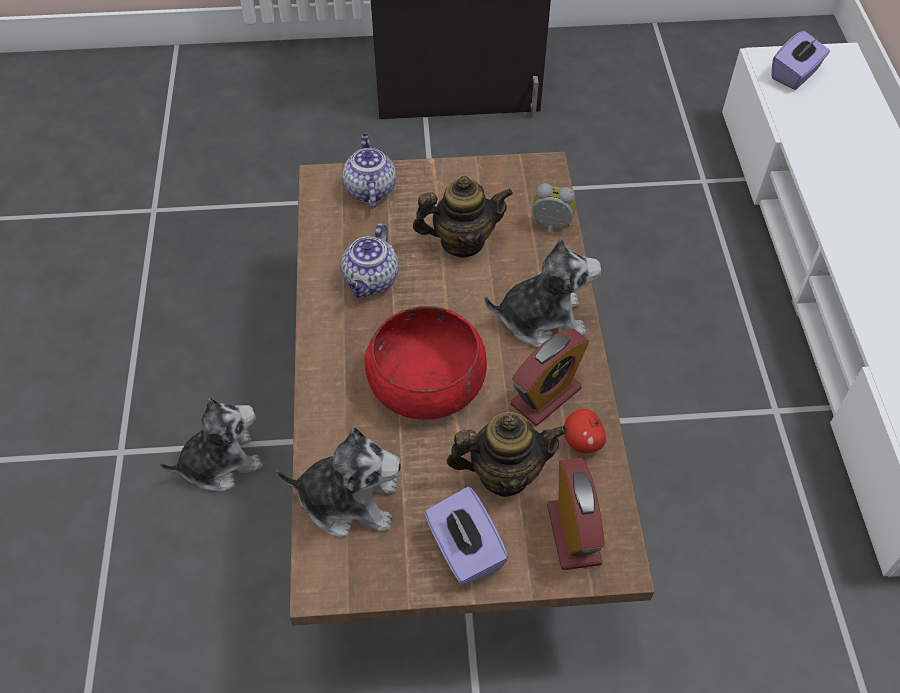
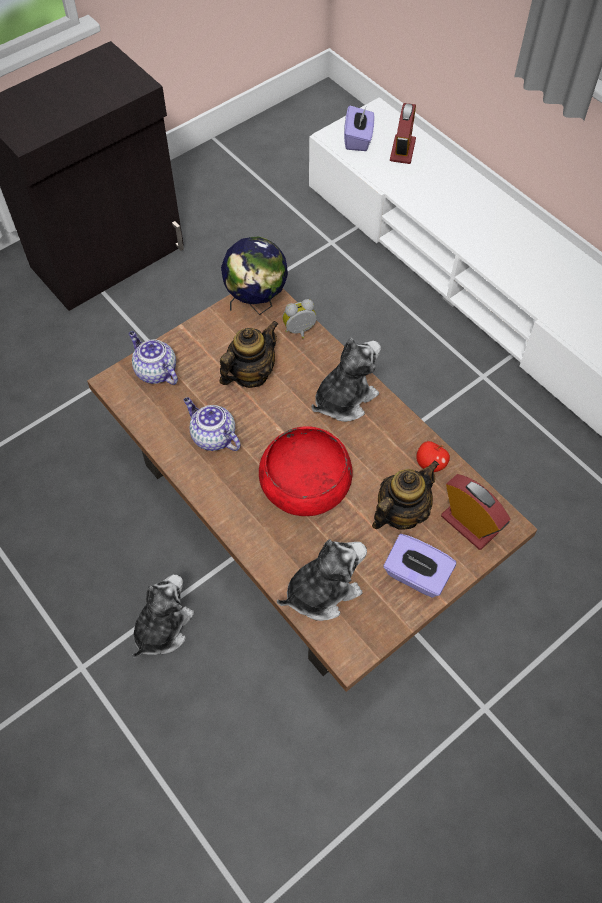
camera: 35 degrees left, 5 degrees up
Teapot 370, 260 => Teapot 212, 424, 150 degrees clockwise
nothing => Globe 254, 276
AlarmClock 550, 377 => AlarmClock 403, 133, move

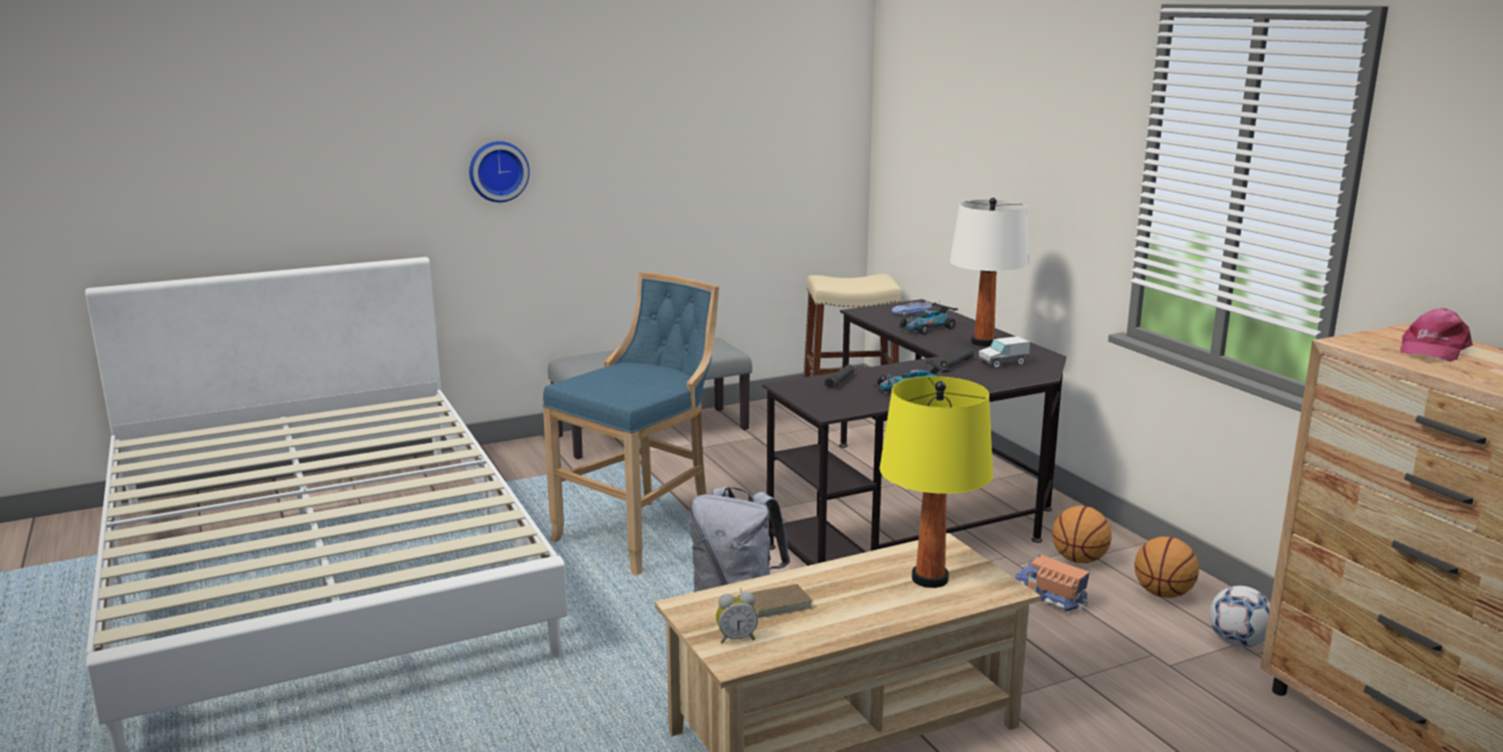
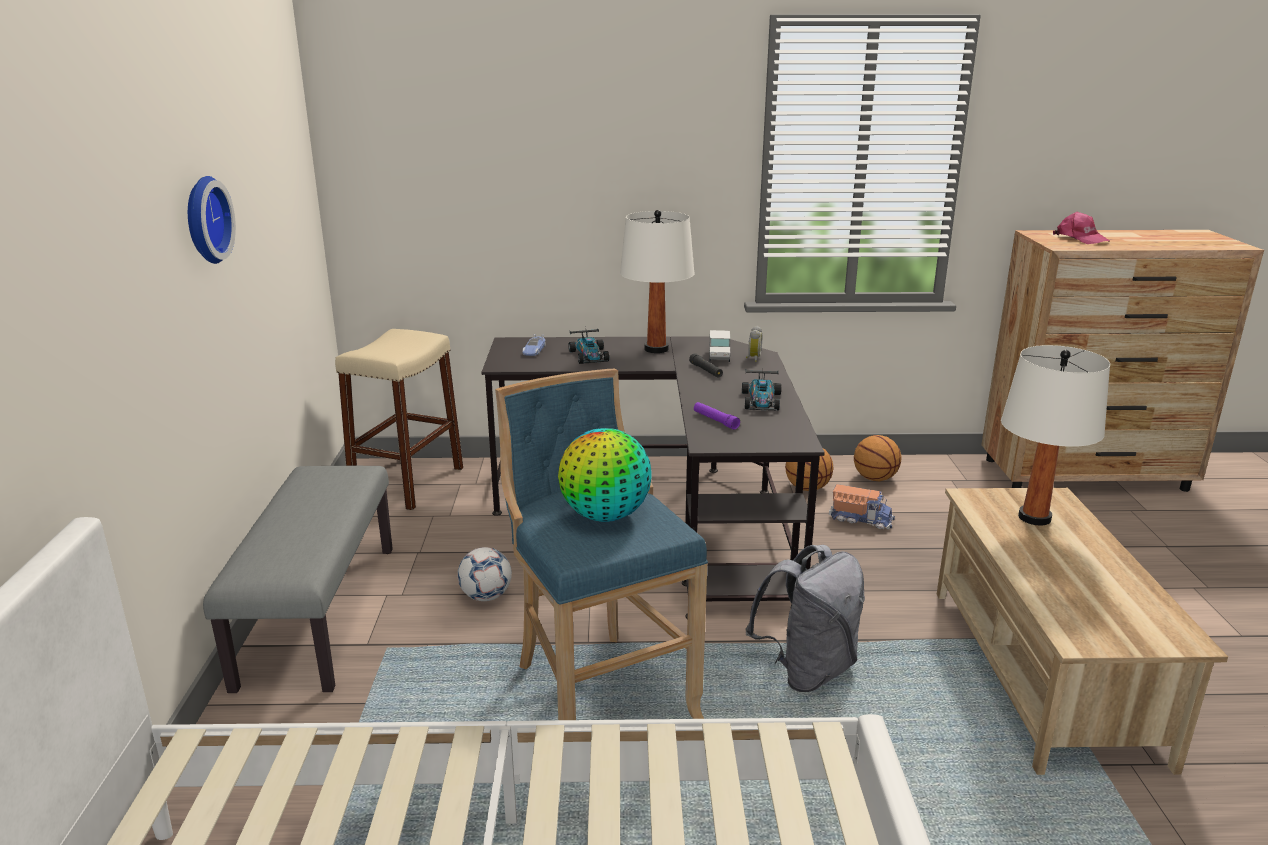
camera: 65 degrees left, 5 degrees up
WallClock 499, 171 => WallClock 212, 220, move
Football 1239, 616 => Football 484, 574, move
nothing => Globe 605, 475
BlackFlashlight 839, 377 => PurpleFlashlight 717, 416
AlarmClock 737, 618 => AlarmClock 754, 344, move
ToyTruck 1052, 583 => ToyTruck 862, 507, 135 degrees counterclockwise
YellowTableLamp 936, 482 => WhiteTableLamp 1055, 435
BrownBook 776, 601 => nothing

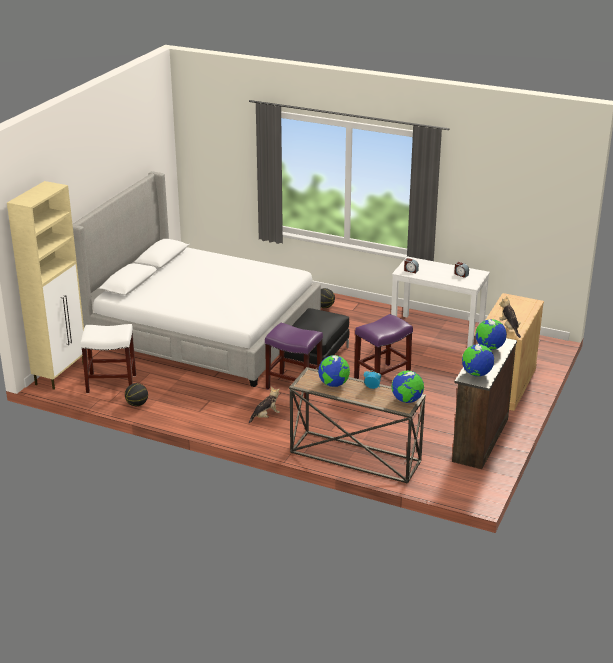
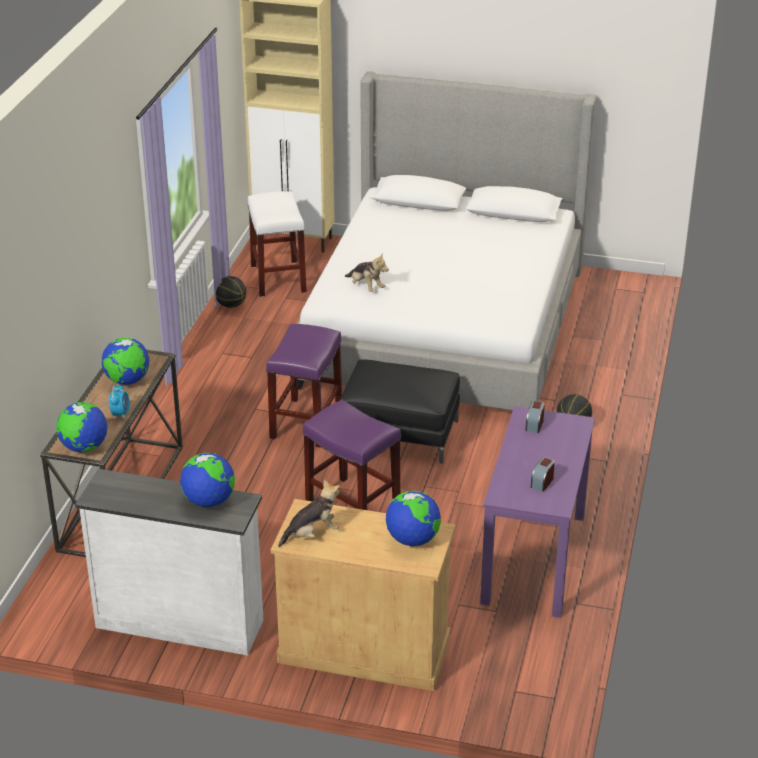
camera: 80 degrees right, 5 degrees up
BrownDresser 484, 403 => WhiteDresser 169, 562
PlushToy 264, 405 => PlushToy 366, 272, move
Globe 478, 360 => Globe 413, 518, move
WhiteDesk 440, 302 => PurpleDesk 537, 512

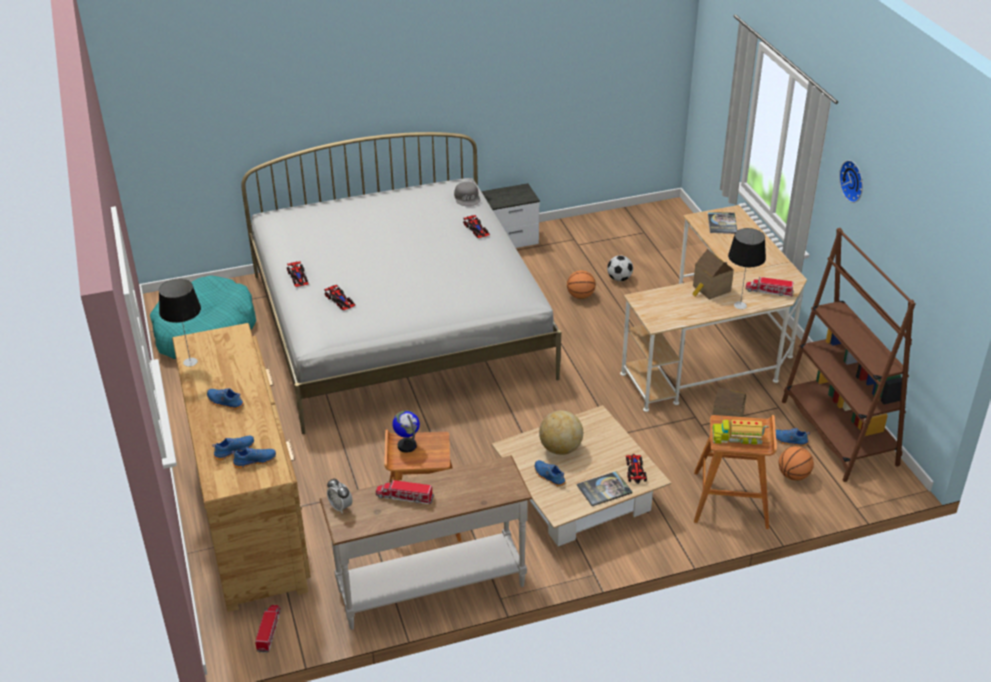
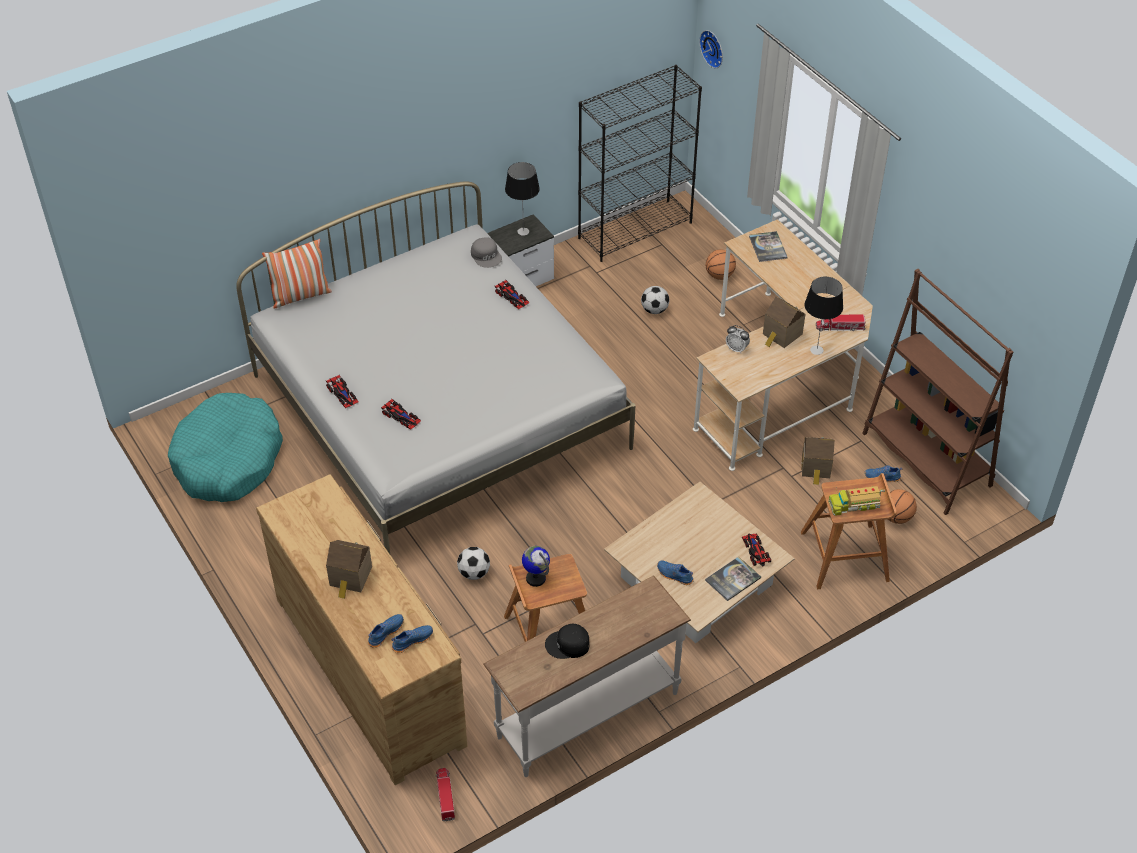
camera: 15 degrees left, 10 degrees up
nothing => Pillow 297, 274
BlueShoe 225, 399 => ToyHouse 349, 569
nothing => Football 473, 563
TableLamp 180, 323 => TableLamp 522, 199, move
ToyTruck 405, 492 => BlackCap 567, 641
nothing => BlackBookcase 640, 163
WallClock 851, 181 => WallClock 711, 49, move
Basketball 581, 284 => Basketball 721, 264, move
AlarmClock 340, 495 => AlarmClock 738, 339, move
Globe 561, 432 => nothing

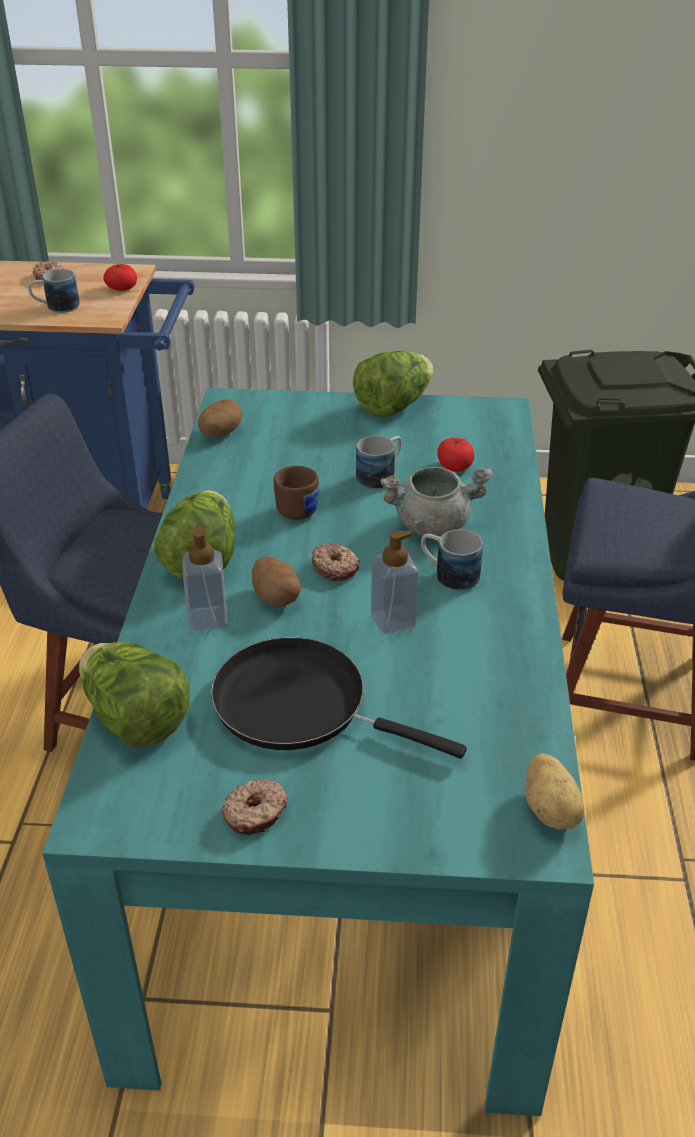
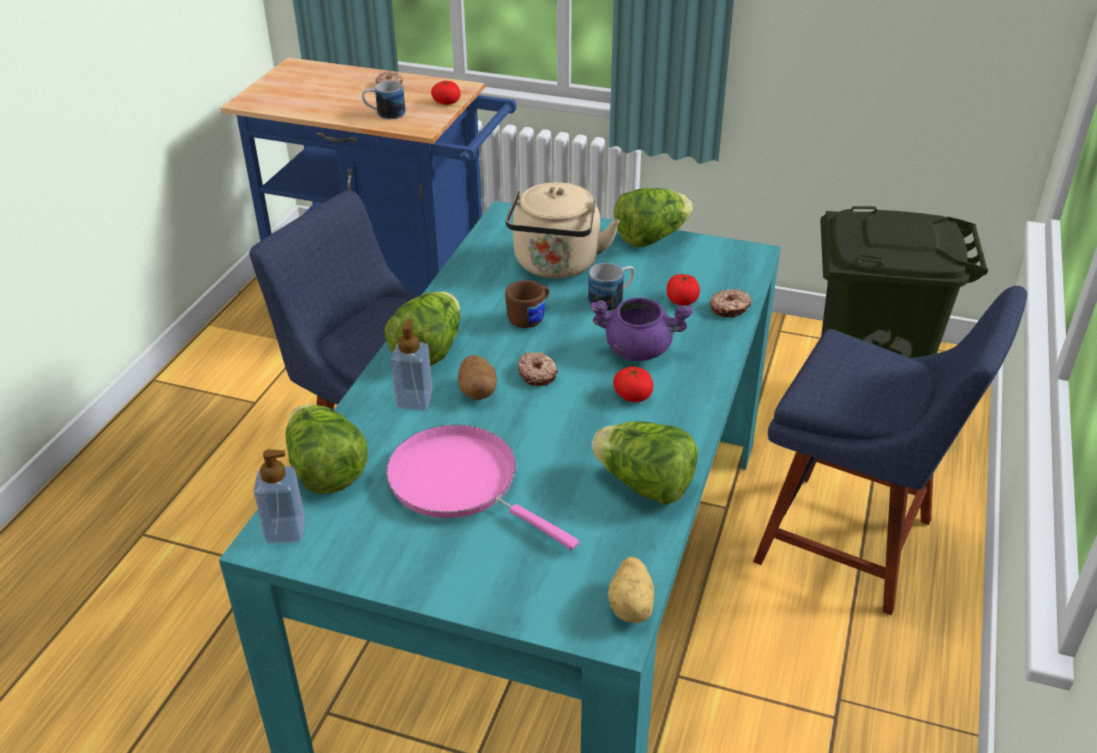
camera: 15 degrees right, 0 degrees up
SoapDispenser 394, 582 => SoapDispenser 279, 496, move
BlackFryingPan 339, 698 => PinkFryingPan 482, 487
nothing => BeigeKettle 562, 230
GreyCookingPot 436, 502 => PurpleCookingPot 641, 329
nothing => Lettuce 644, 463
Mug 452, 560 => Tomato 633, 384
Donut 255, 807 => Donut 731, 303, move
Potato 220, 418 => nothing

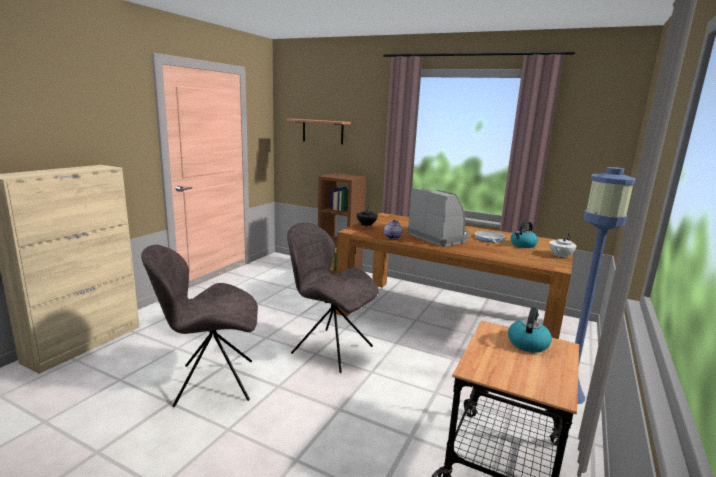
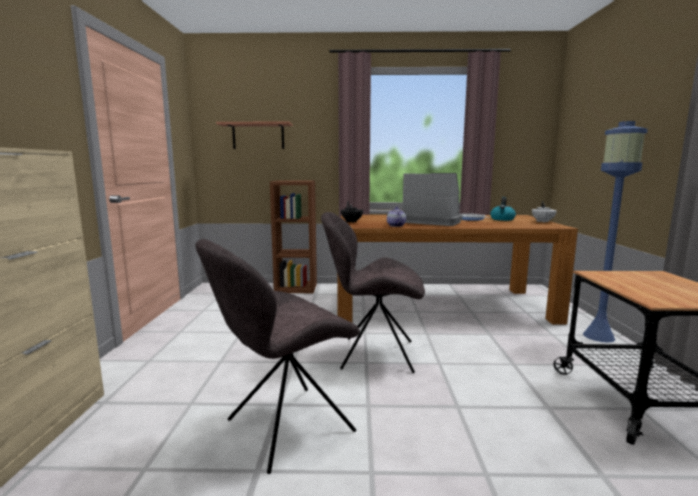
camera: 25 degrees left, 5 degrees down
Kettle 530, 330 => nothing

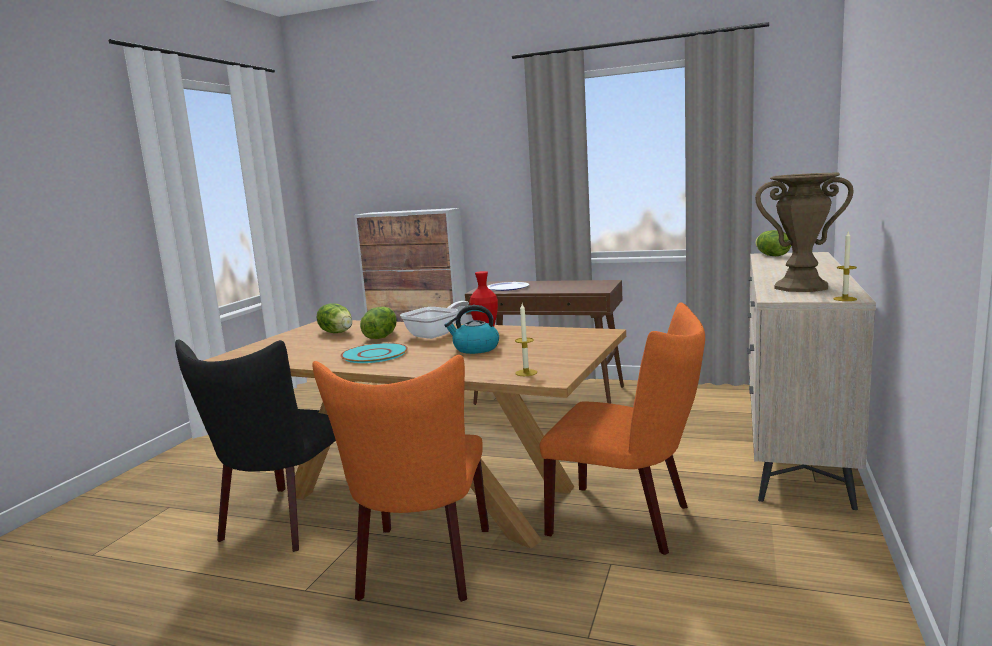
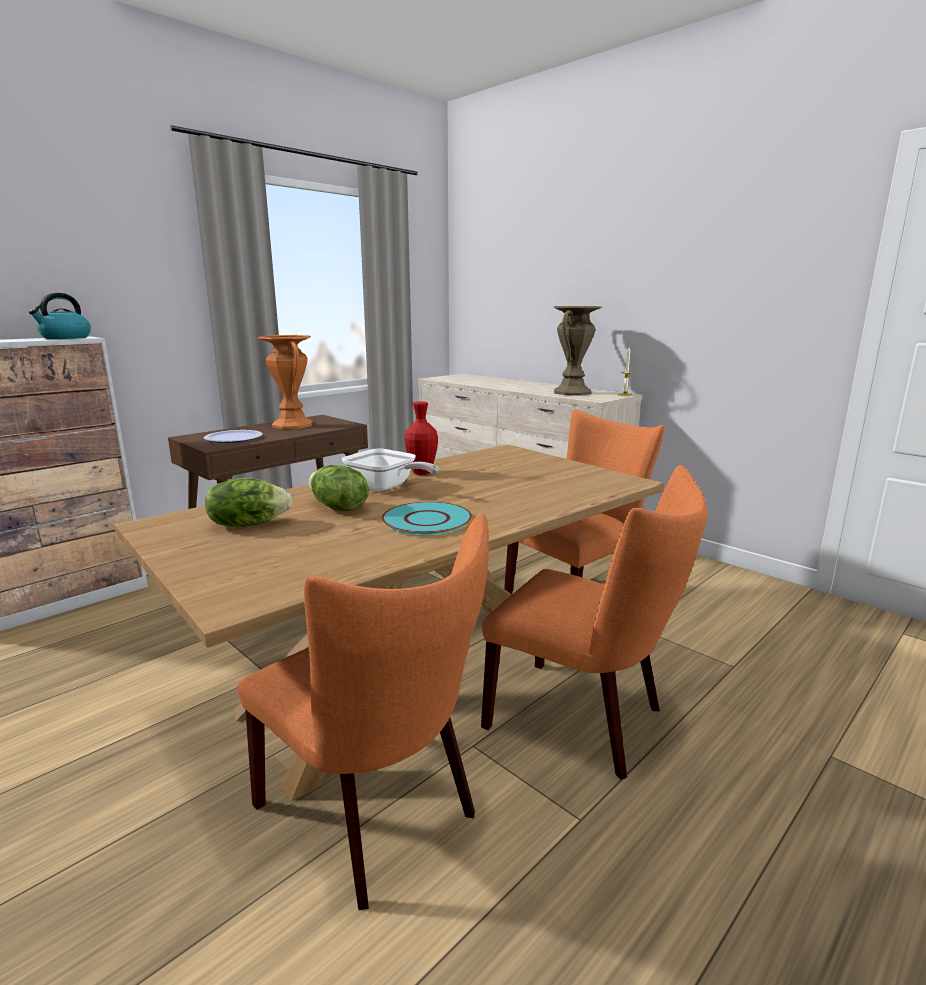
camera: 65 degrees left, 5 degrees up
Kettle 471, 329 => Kettle 60, 316, move
BlackChair 255, 445 => OrangeChair 363, 712
nothing => OrangeVase 285, 382
FryingPan 434, 320 => FryingPan 390, 470, 150 degrees clockwise
Candle 526, 340 => nothing
Lettuce 773, 243 => nothing

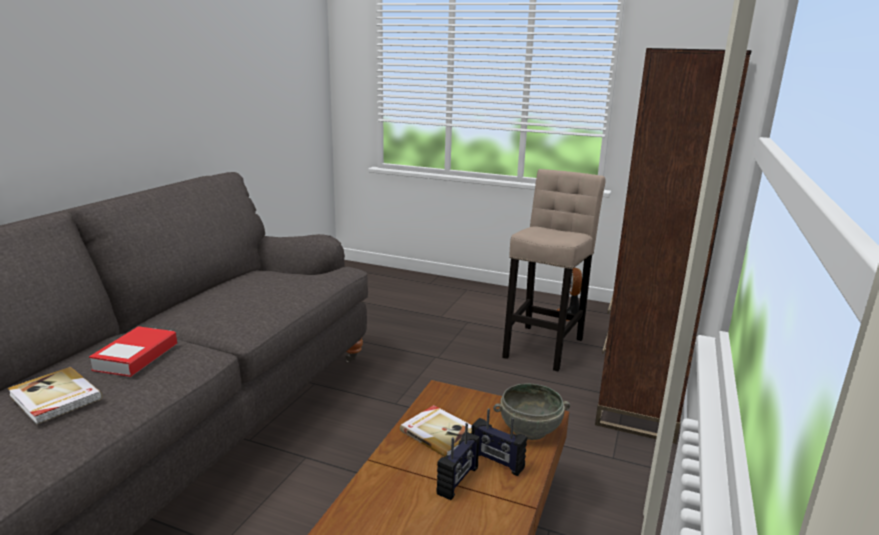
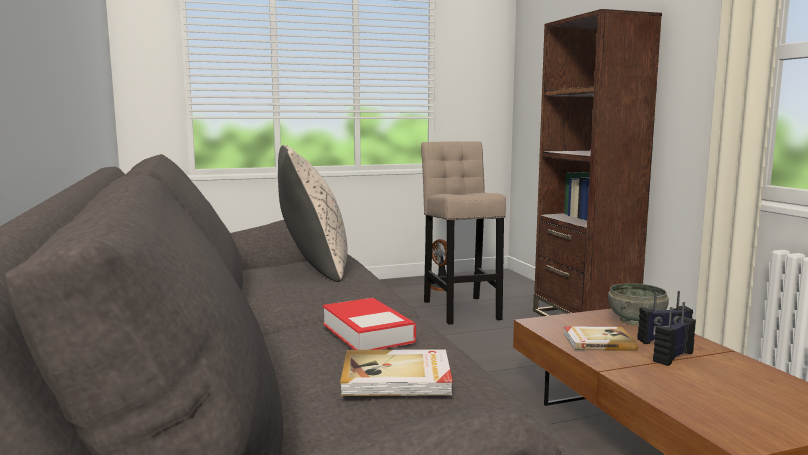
camera: 40 degrees left, 10 degrees down
nothing => BeigePillow 313, 213
Radio 458, 461 => Radio 674, 334, 120 degrees counterclockwise

